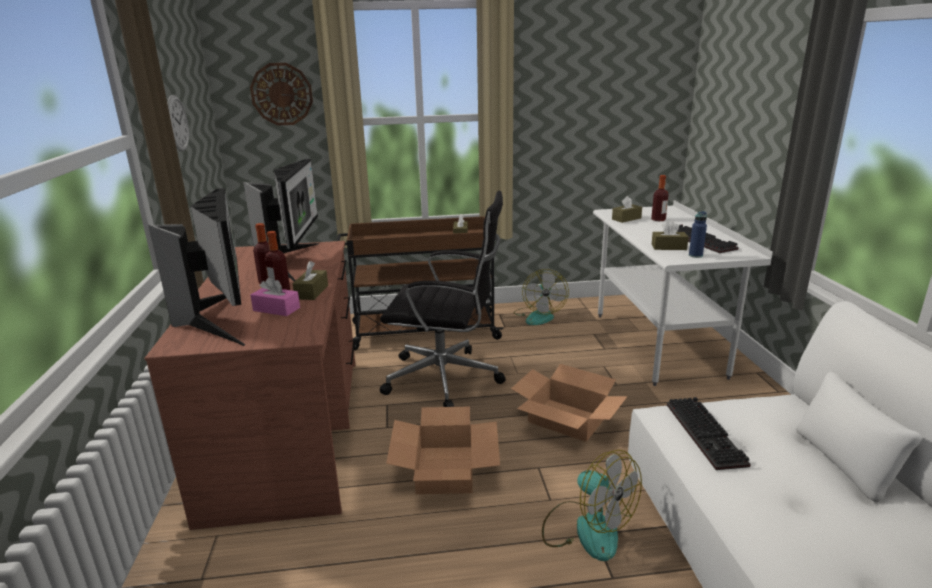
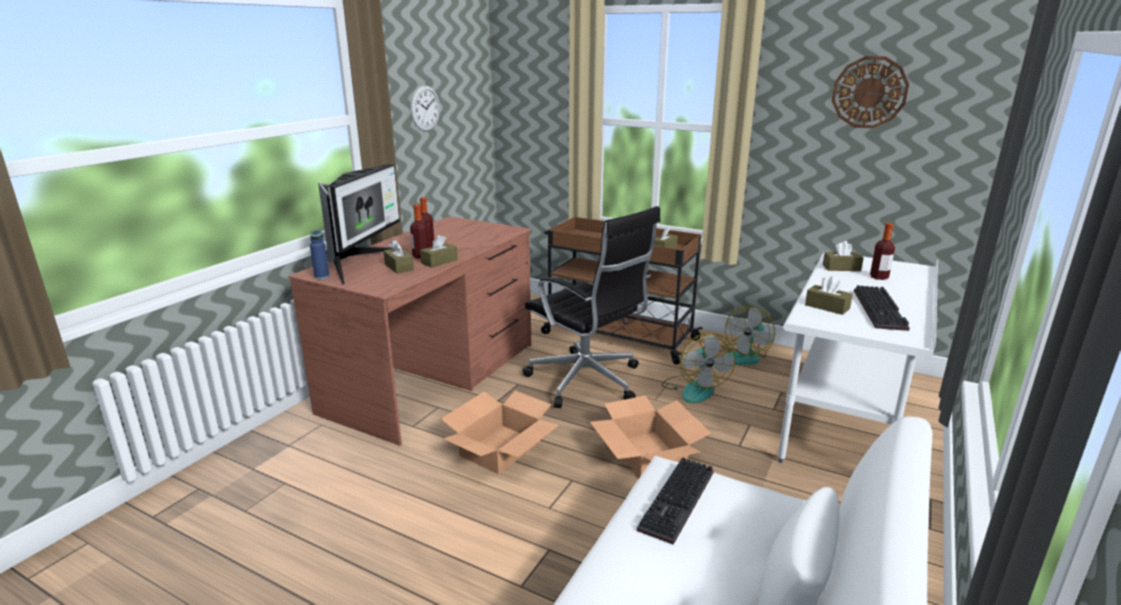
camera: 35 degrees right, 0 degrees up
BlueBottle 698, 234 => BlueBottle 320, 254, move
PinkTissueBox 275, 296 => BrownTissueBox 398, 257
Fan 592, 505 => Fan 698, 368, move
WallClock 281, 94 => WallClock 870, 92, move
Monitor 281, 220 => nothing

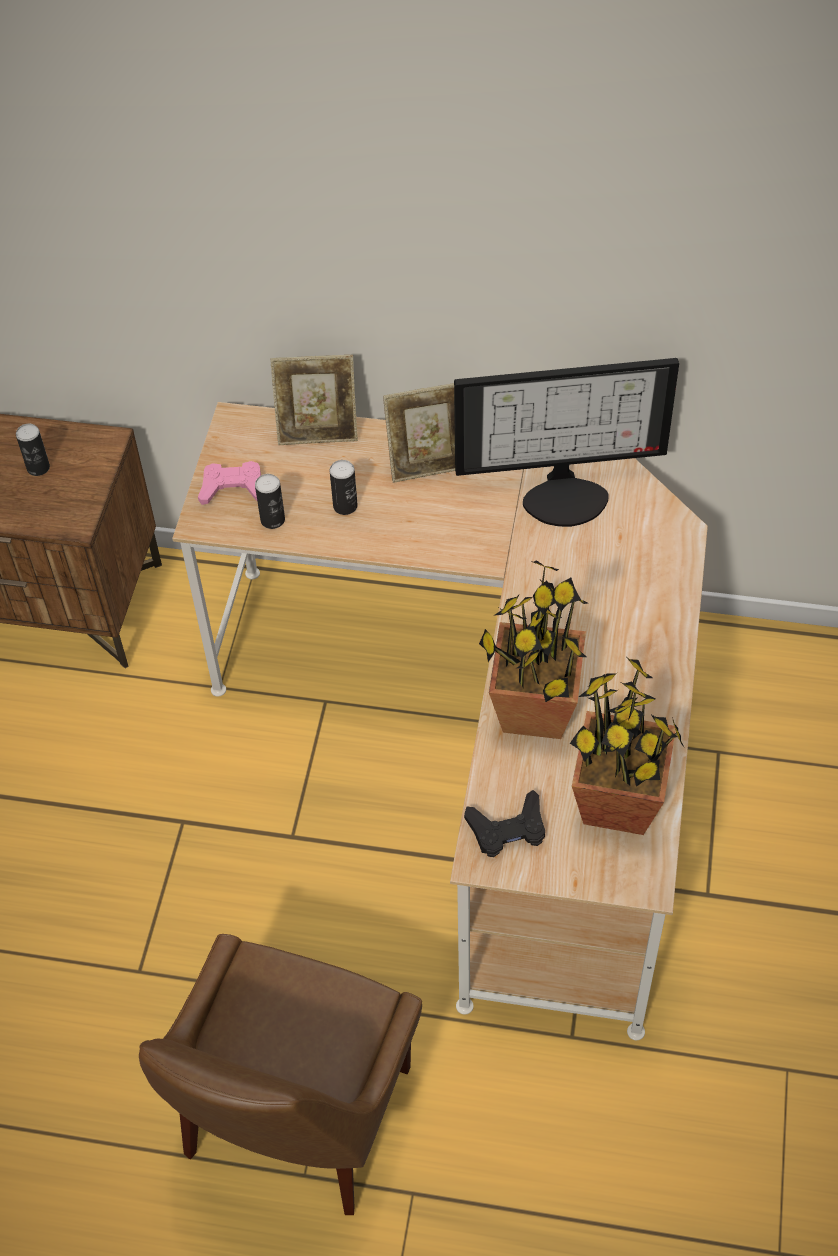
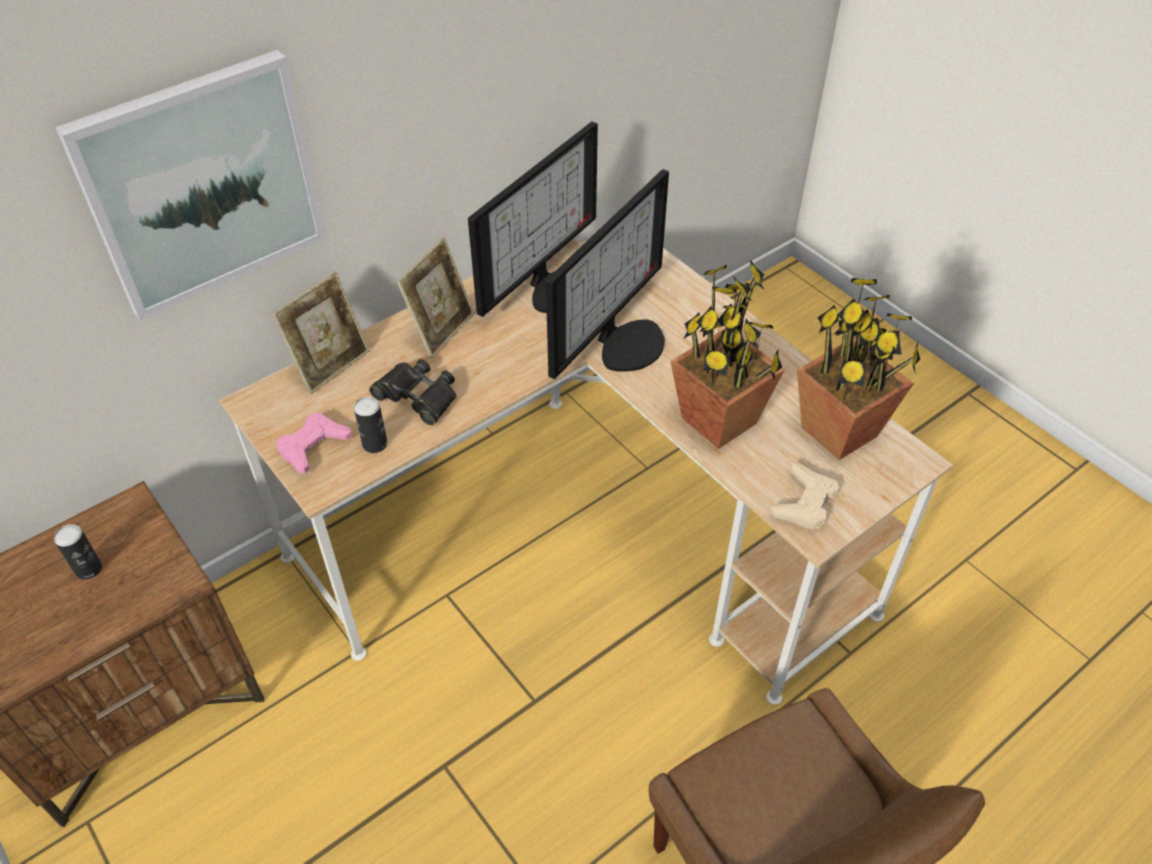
camera: 50 degrees left, 5 degrees down
nothing => Picture 190, 185
Can 344, 487 => BlackBinoculars 413, 392
nothing => Monitor 607, 274
BlackGameController 504, 823 => BeigeGameController 804, 496

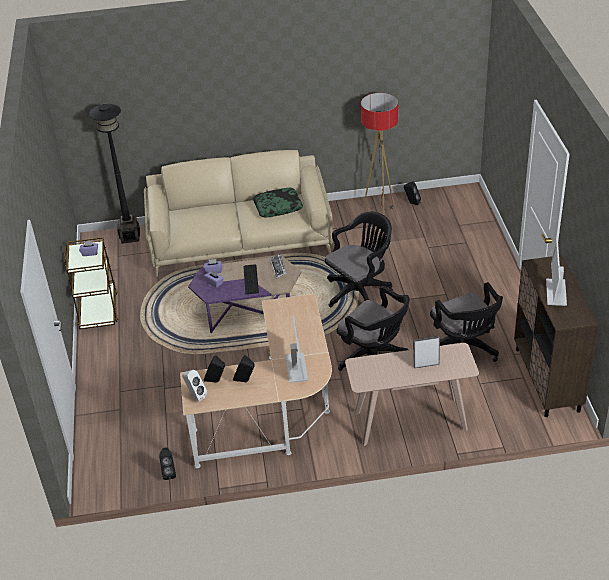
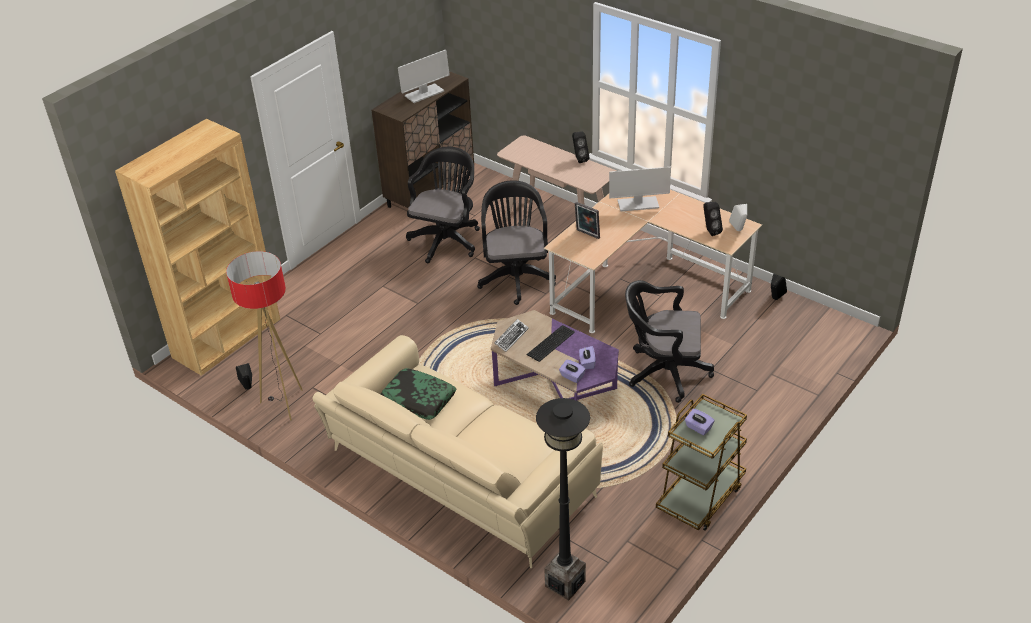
camera: 135 degrees left, 0 degrees up
nothing => BrownBookcase 197, 247
BlackSpeaker 244, 368 => BlackSpeaker 580, 147, move
PictureFrame 426, 352 => PictureFrame 587, 220, move
Monitor 296, 349 => Monitor 640, 189, 135 degrees counterclockwise
BlackOfficeChair 359, 259 => BlackOfficeChair 669, 341, move

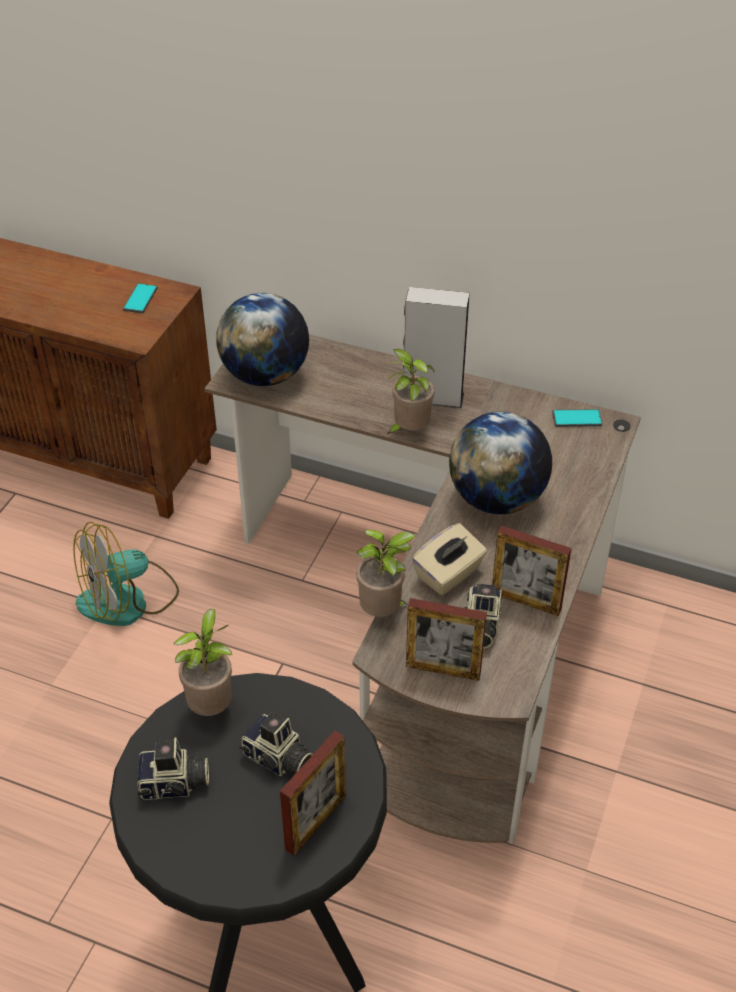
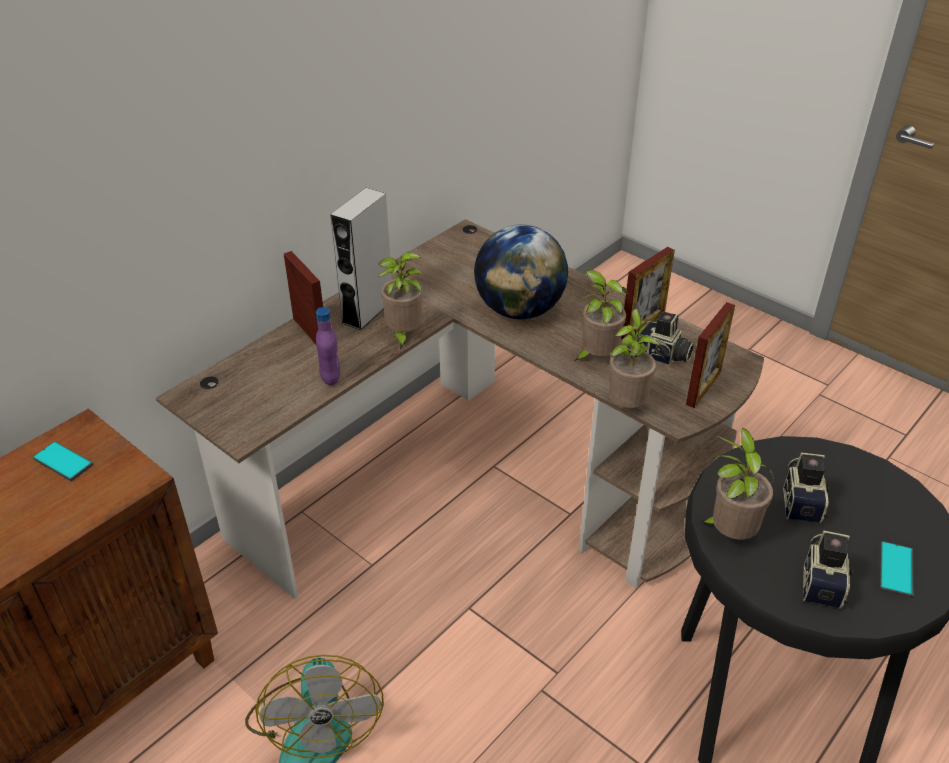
camera: 70 degrees left, 5 degrees down
PictureFrame 313, 793 => PictureFrame 303, 298, move
nothing => PurpleBottle 328, 346
BeigeTissueBox 449, 559 => PottedPlant 602, 315
PhotoCamera 276, 744 => PhotoCamera 806, 487, 45 degrees counterclockwise
Phone 577, 418 => Phone 896, 569, move
Globe 262, 339 => nothing

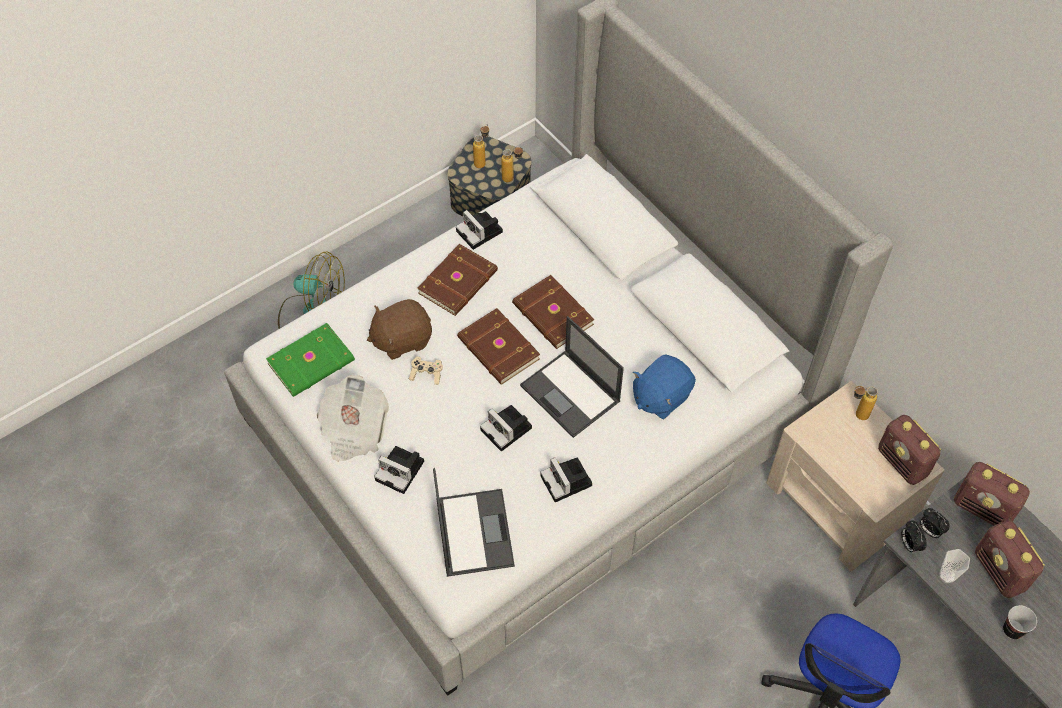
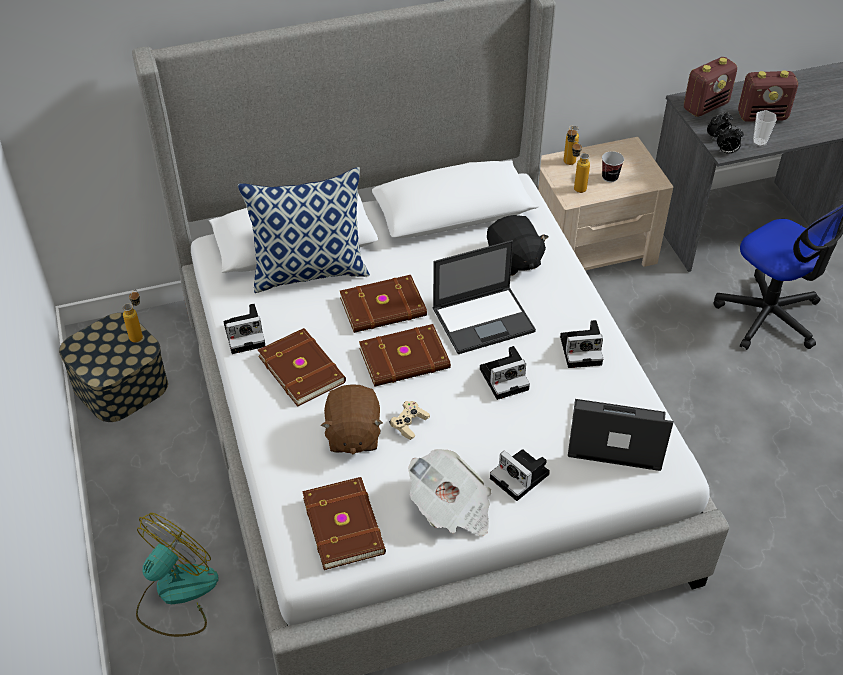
camera: 70 degrees left, 10 degrees down
nothing => Pillow 304, 230
GreenBook 310, 360 => BrownBook 344, 523
BluePlushToy 664, 387 => BlackPlushToy 517, 245
PhotoCamera 399, 470 => PhotoCamera 520, 475, 90 degrees clockwise
Bottle 481, 146 => Bottle 581, 167, move
Cup 1020, 622 => Cup 613, 167, move
Radio 909, 450 => nothing

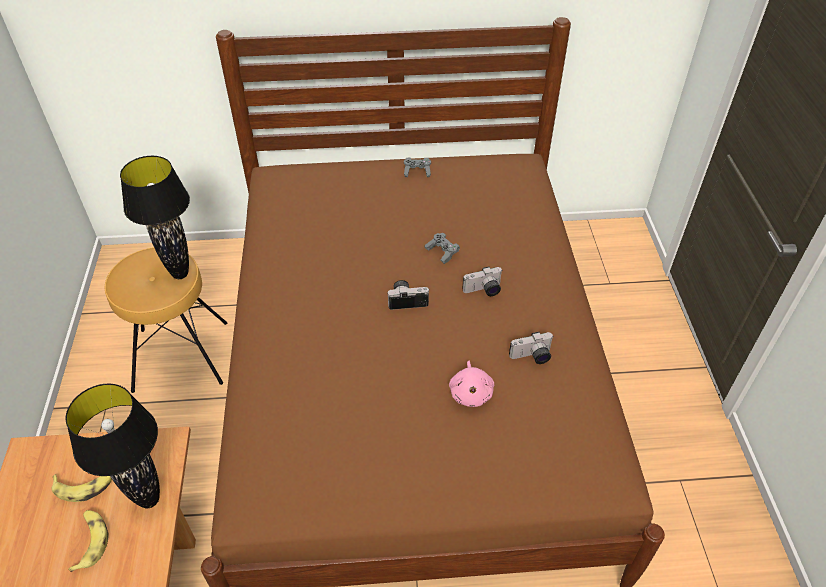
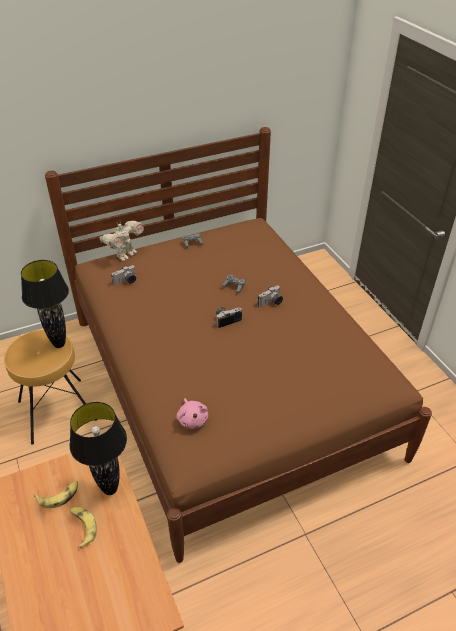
camera: 20 degrees left, 5 degrees down
nothing => ToyRobot 122, 241
PhotoCamera 531, 348 => PhotoCamera 123, 275, move
PinkPlushToy 471, 384 => PinkPlushToy 192, 413, move

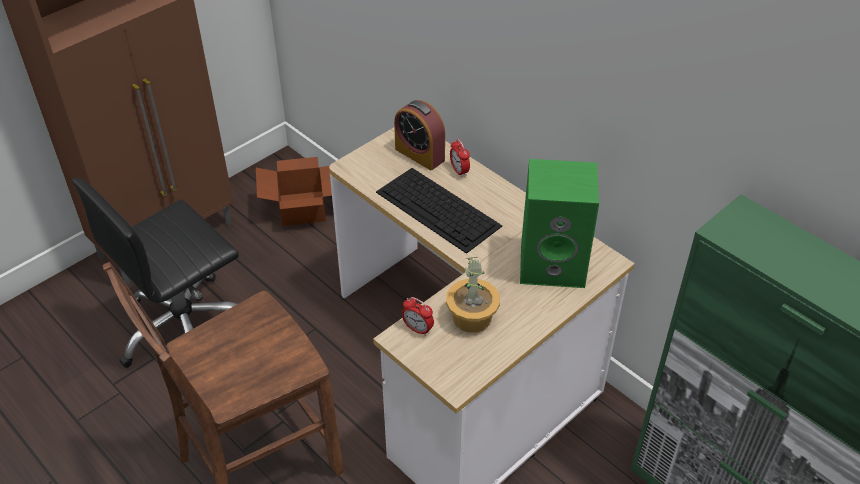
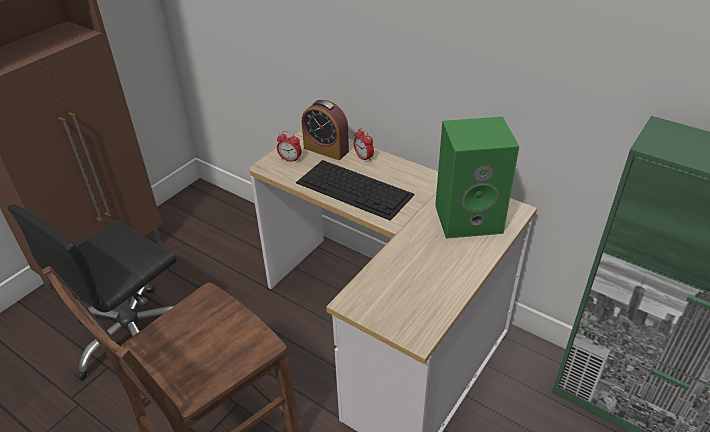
camera: 10 degrees left, 5 degrees down
AlarmClock 418, 316 => AlarmClock 289, 147, move
CardboardBox 294, 191 => nothing
PottedPlant 473, 295 => nothing

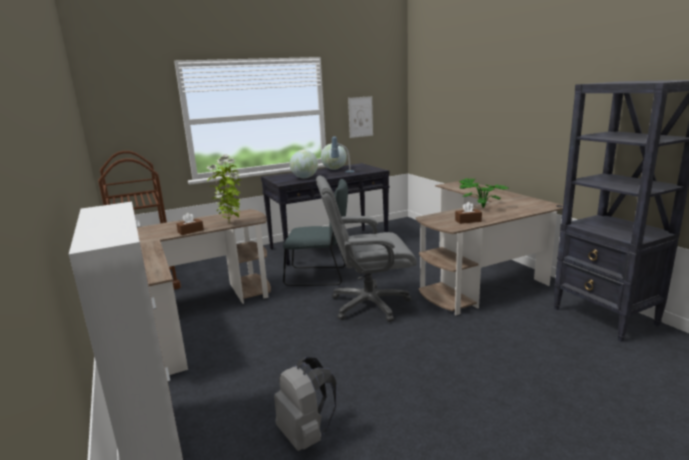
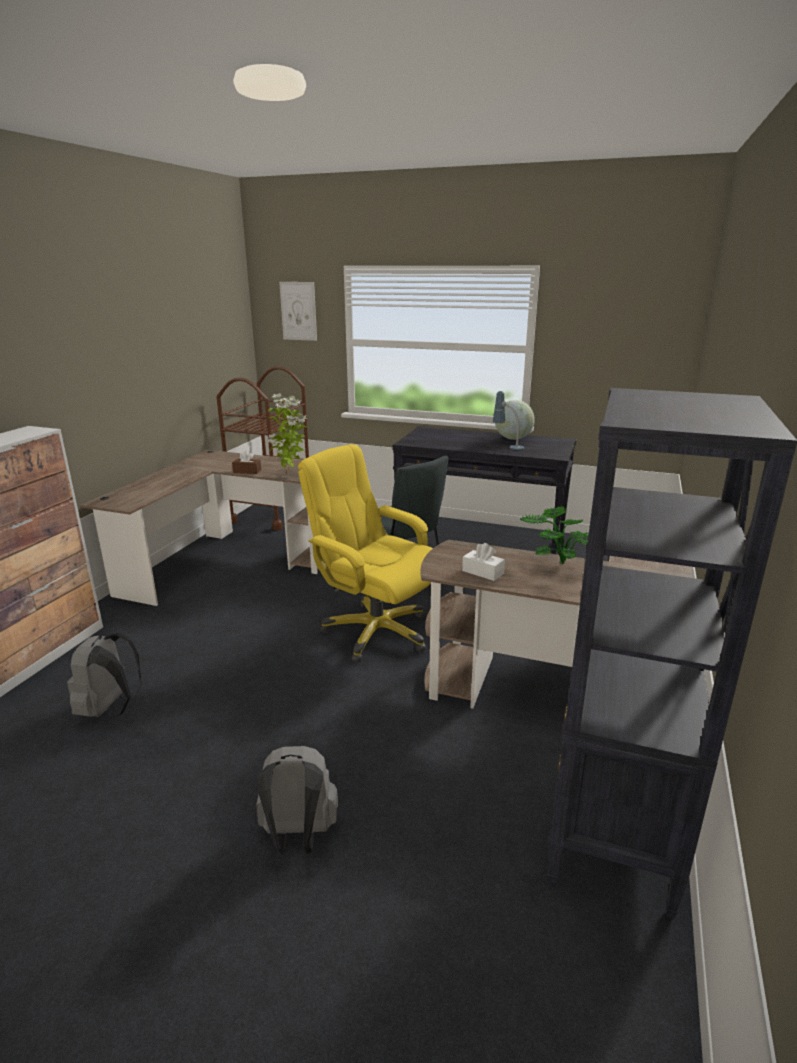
camera: 45 degrees right, 5 degrees up
nothing => GreyBackpack 297, 800
Picture 360, 117 => Picture 298, 311, move
GreyOfficeChair 366, 248 => YellowOfficeChair 365, 553
BrownTissueBox 468, 213 => WhiteTissueBox 483, 562
Globe 304, 164 => nothing

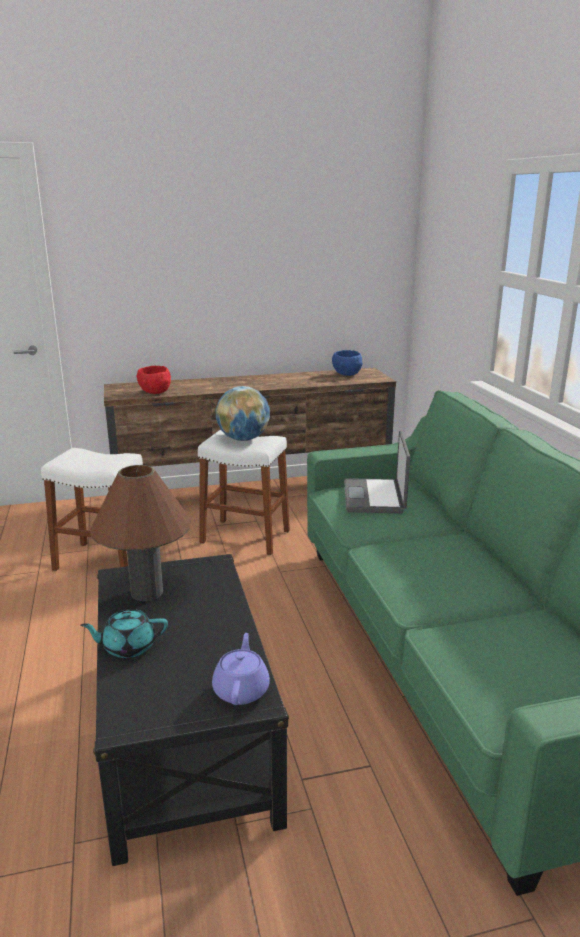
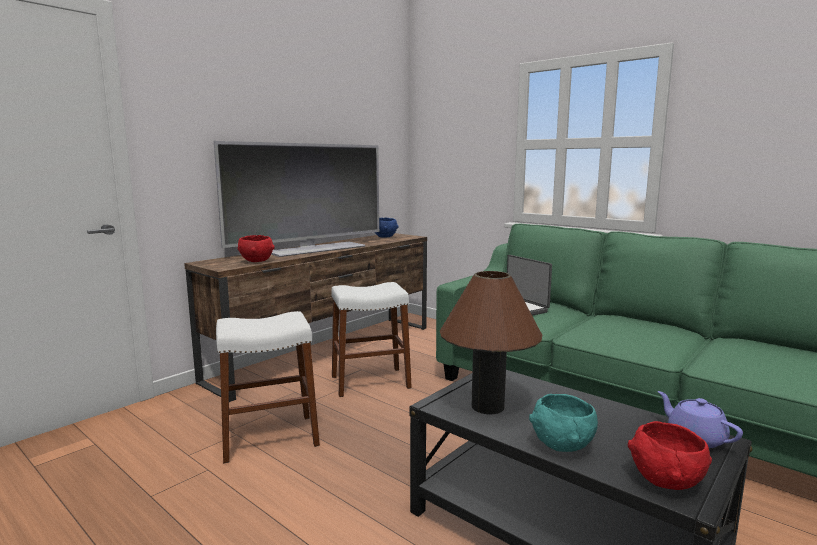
camera: 35 degrees left, 10 degrees down
nothing => Television 296, 199
TurquoiseTeapot 124, 633 => TurquoiseBowl 563, 423
nothing => RedBowl 670, 455
Globe 243, 413 => nothing

